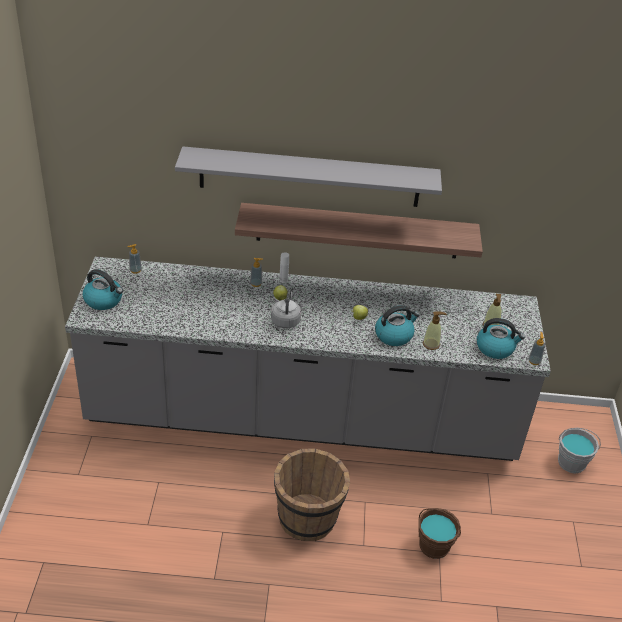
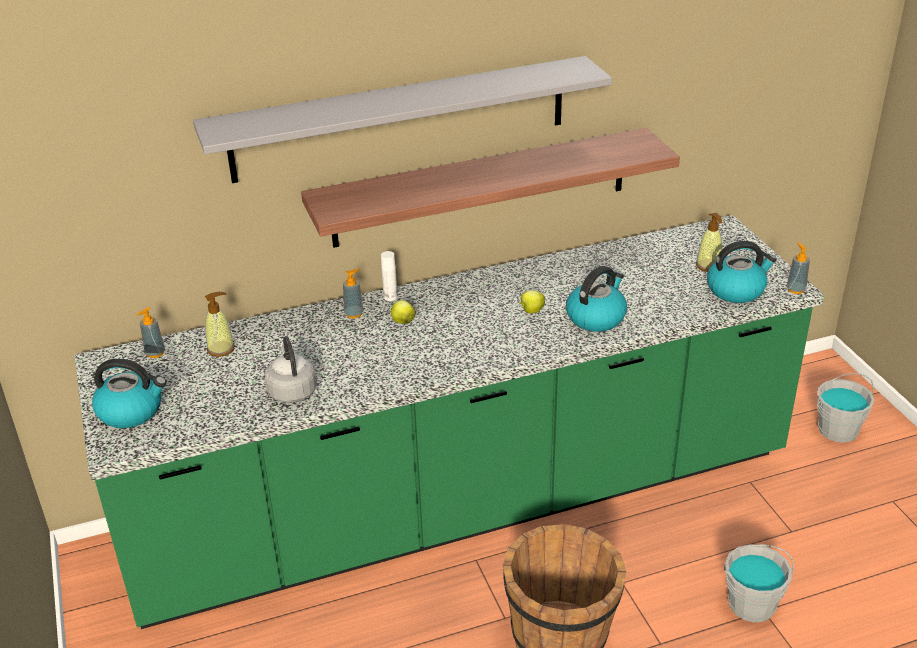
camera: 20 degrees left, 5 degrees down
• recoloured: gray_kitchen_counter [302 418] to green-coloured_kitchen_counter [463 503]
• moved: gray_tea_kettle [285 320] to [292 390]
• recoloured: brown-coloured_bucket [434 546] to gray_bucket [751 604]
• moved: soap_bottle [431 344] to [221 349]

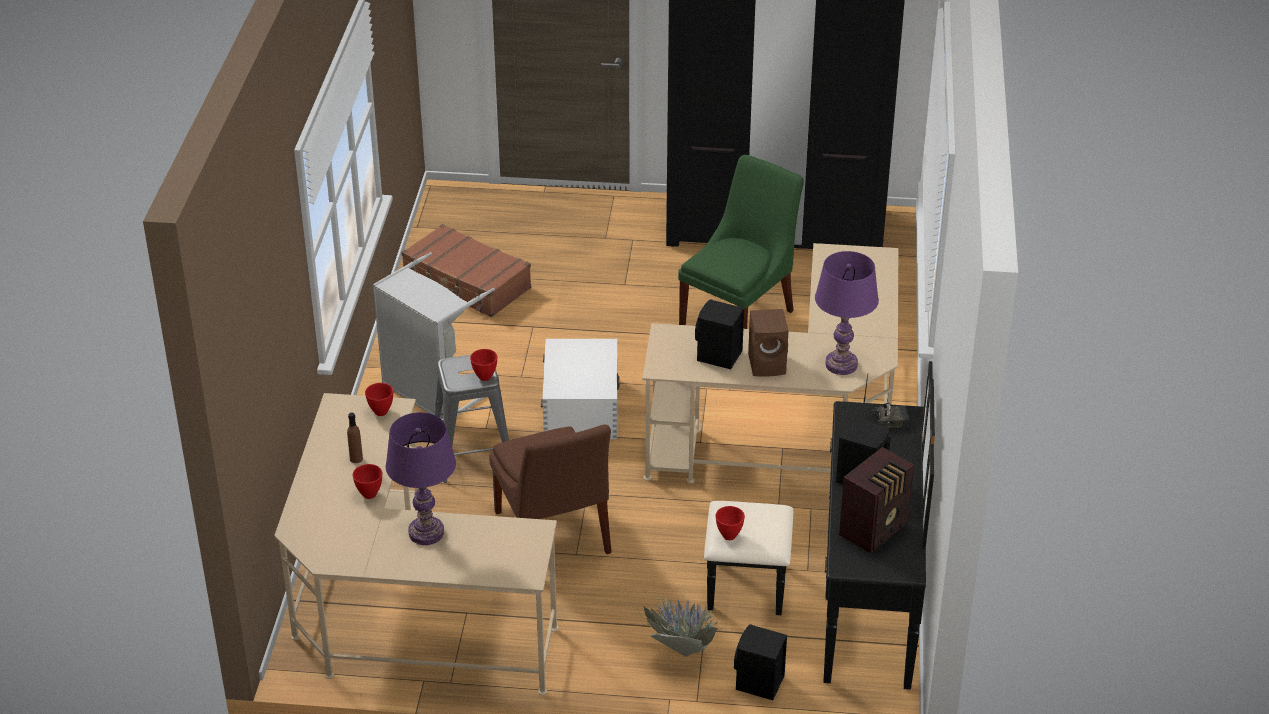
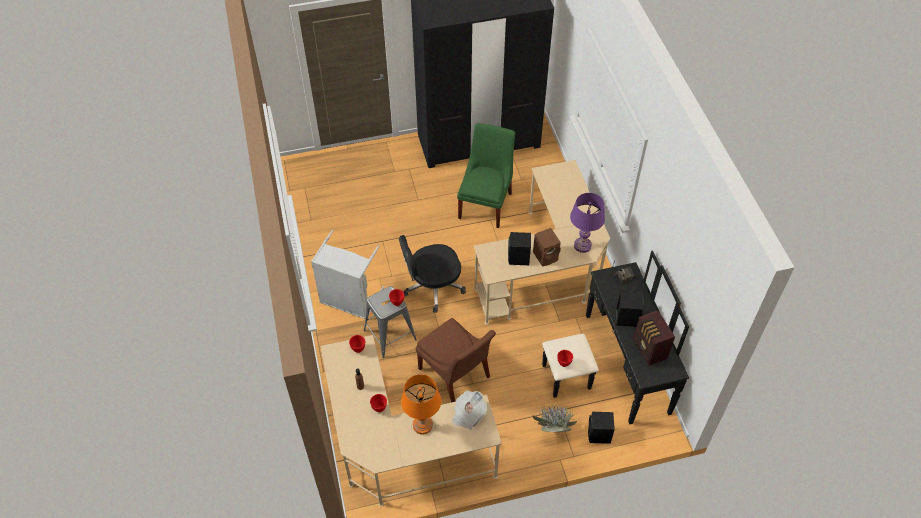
camera: 20 degrees left, 15 degrees up
• recoloured: purple_lamp_for_a_table [426 533] to orange-coloured_lamp_for_a_table [422 425]
• removed: brown-coloured_travel_case [466 283]
• replaced: white-coloured_storage_container [581 407] to blackish_office_chair [432 287]
• turned: radio_receiver [875 530] = [649 350] 135 degrees clockwise
• added: daily_paper [468 414]

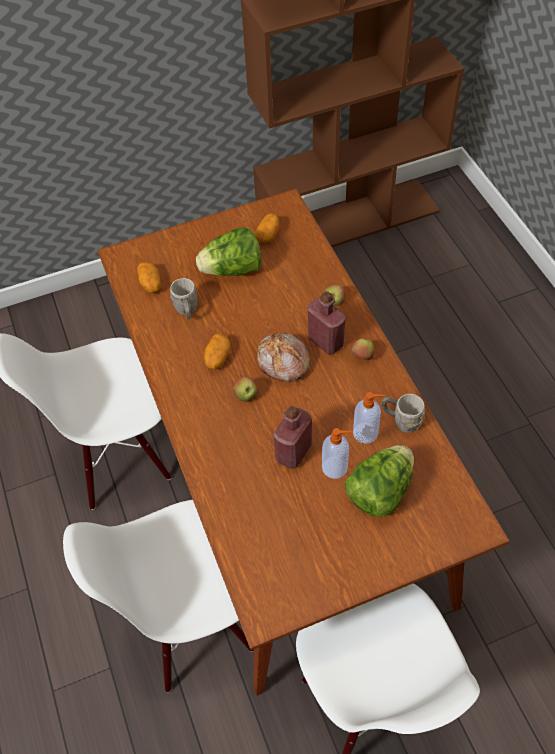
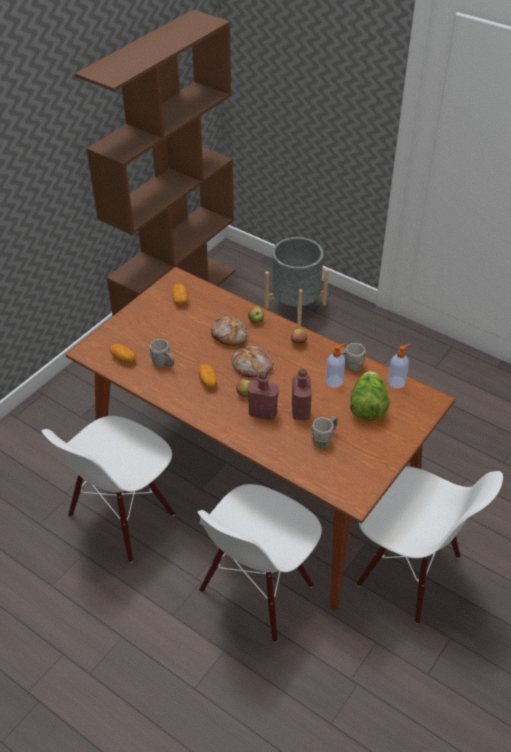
camera: 35 degrees left, 10 degrees down
• removed: lettuce [232 270]
• moved: reddish_bottle [326 341] to [262 413]
• moved: soap_bottle [335 467] to [397 382]
• added: bakery_bread [230 335]
• added: gray_planter [295 306]
• added: gray_tea_mug [324 439]

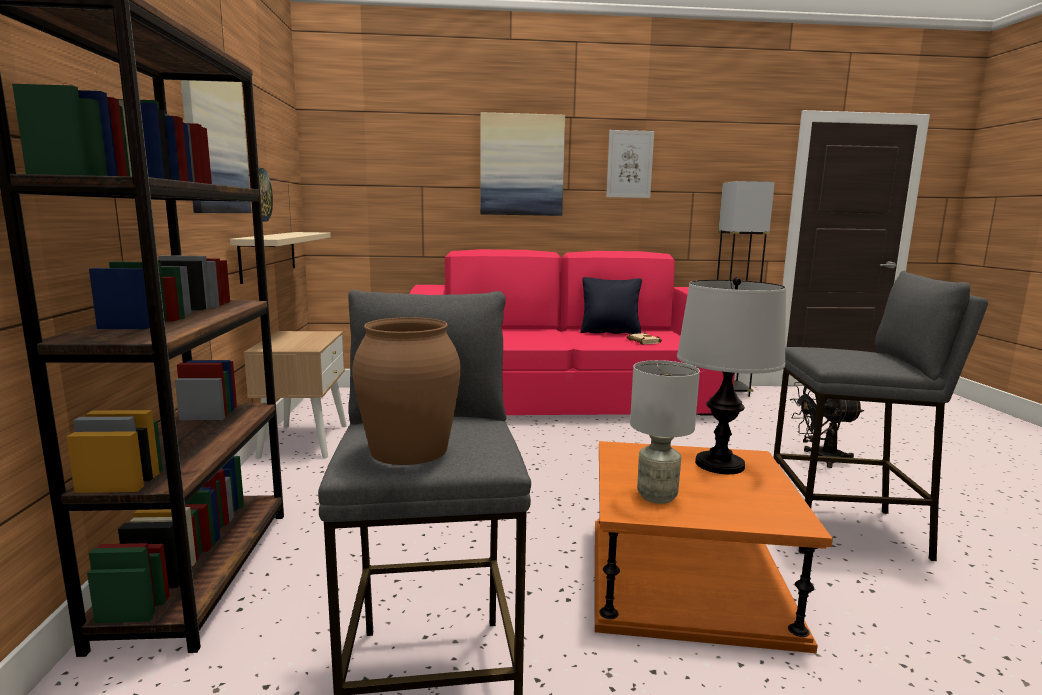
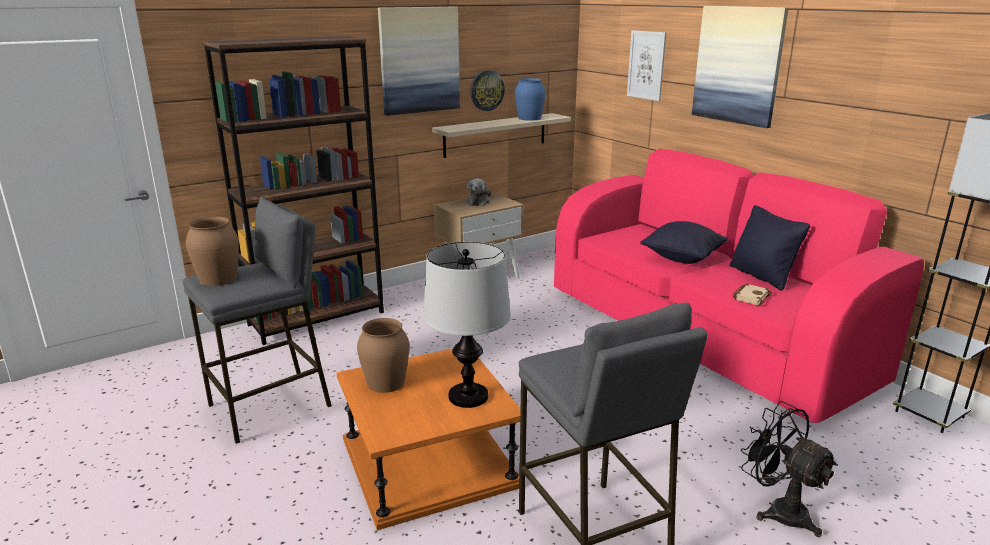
camera: 60 degrees right, 10 degrees up
• moved: wall_picture [629 164] to [646 65]
• replaced: gray_lamp_for_a_table [657 496] to brown-coloured_flower_vase [386 382]
• added: cuddly_toy [478 202]
• added: blue_flower_vase [529 118]
• added: blackish_pillow [682 258]

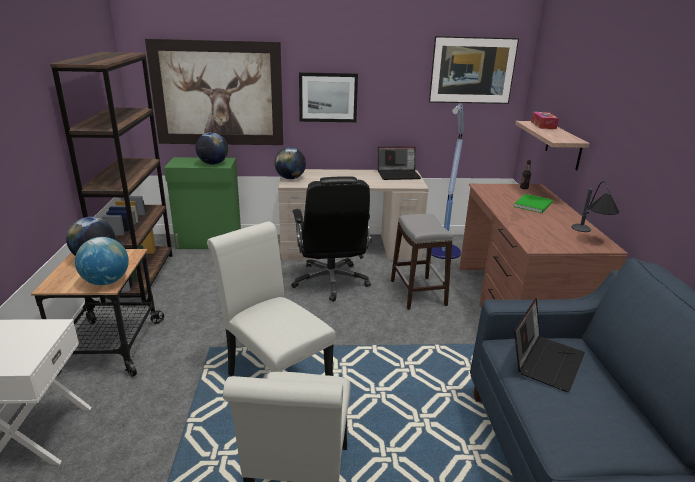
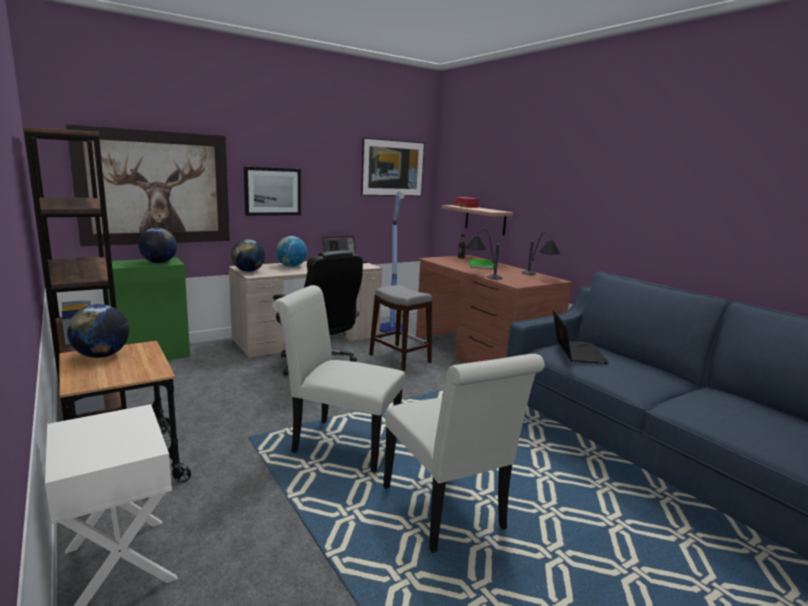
camera: 30 degrees left, 10 degrees down
• moved: desk_globe [106 282] to [291 266]
• added: lamp_for_a_table [481 275]

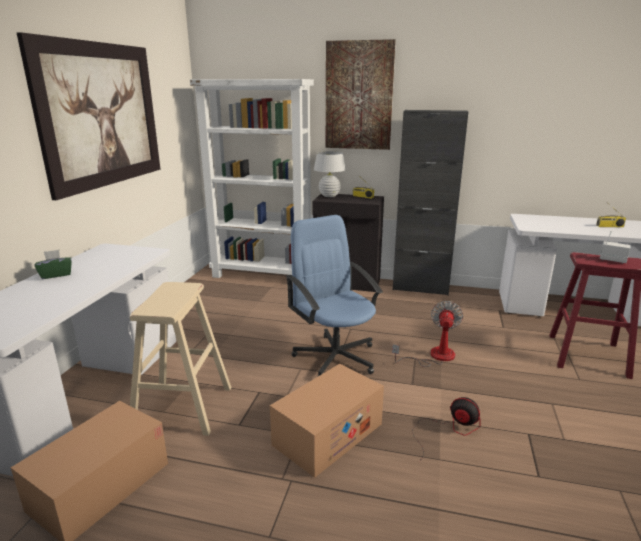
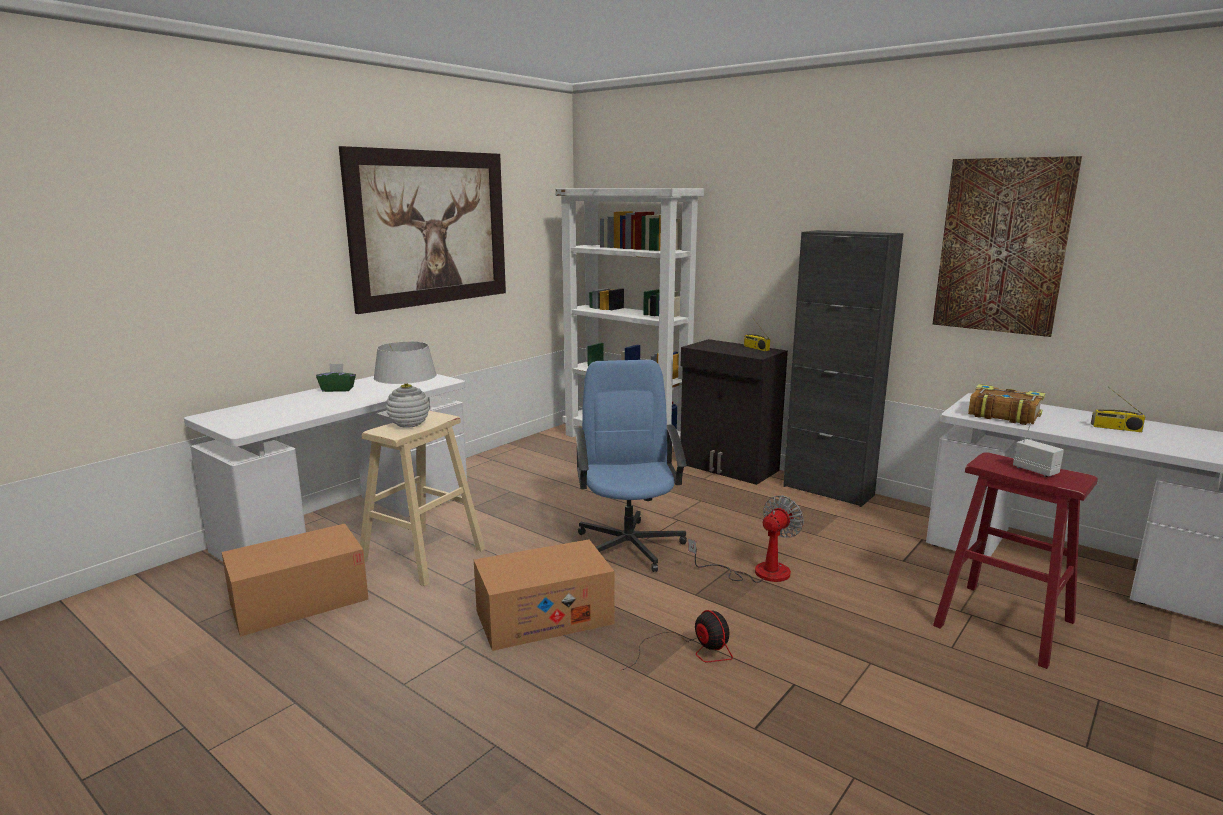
camera: 25 degrees right, 5 degrees down
• moved: white-coloured_lamp_for_a_table [329 196] to [409 424]
• moved: wall_picture [359 96] to [1002 246]
• added: book [1003 414]

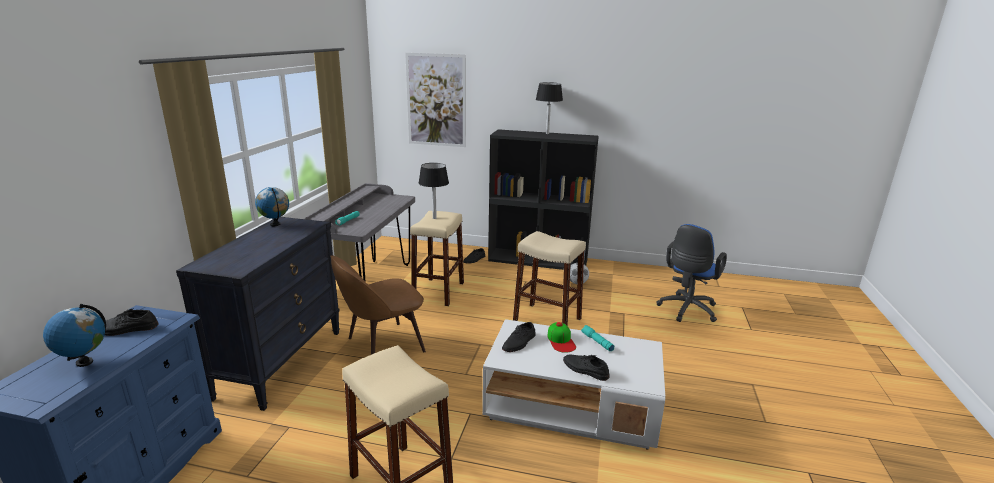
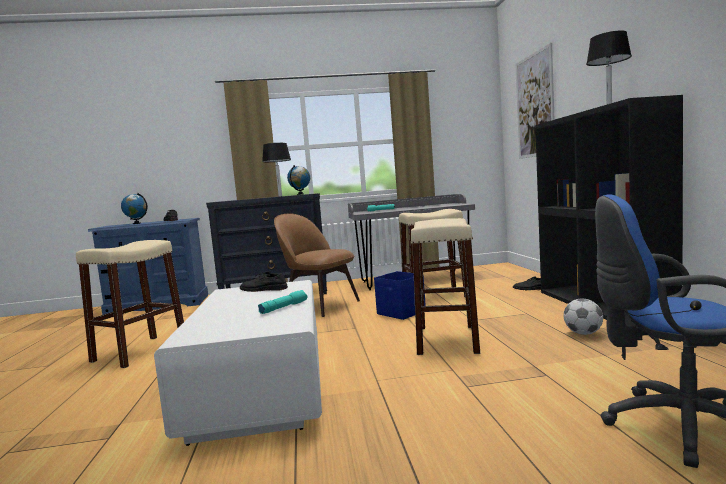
camera: 70 degrees right, 15 degrees down
• moved: blackish_lamp_for_a_table [434 218] to [280 196]
• removed: baseball_cap [561 341]
• removed: blackish_item_of_footwear [585 370]
• added: blue_storage_container [401 313]

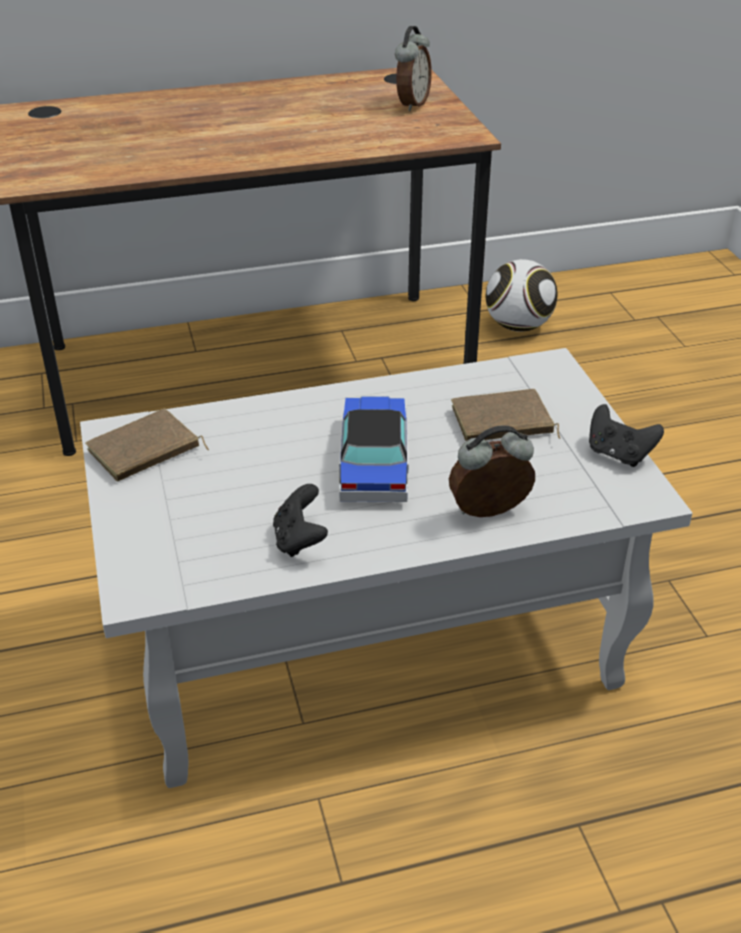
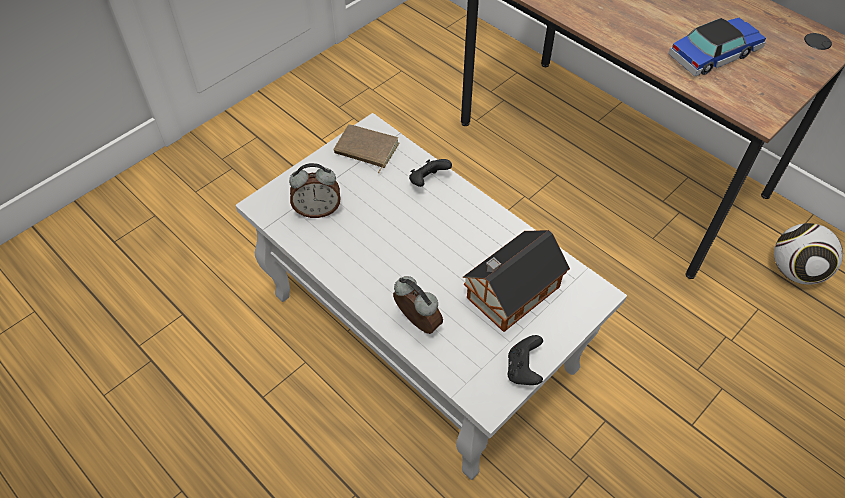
camera: 60 degrees right, 15 degrees up
• moved: blackish_joypad [299 540] to [428 181]
• moved: toy_car [374 460] to [714 54]
• moved: alarm_clock [411 104] to [318 210]
• replaced: brown-coloured_book [502 423] to miniature_house [509 294]

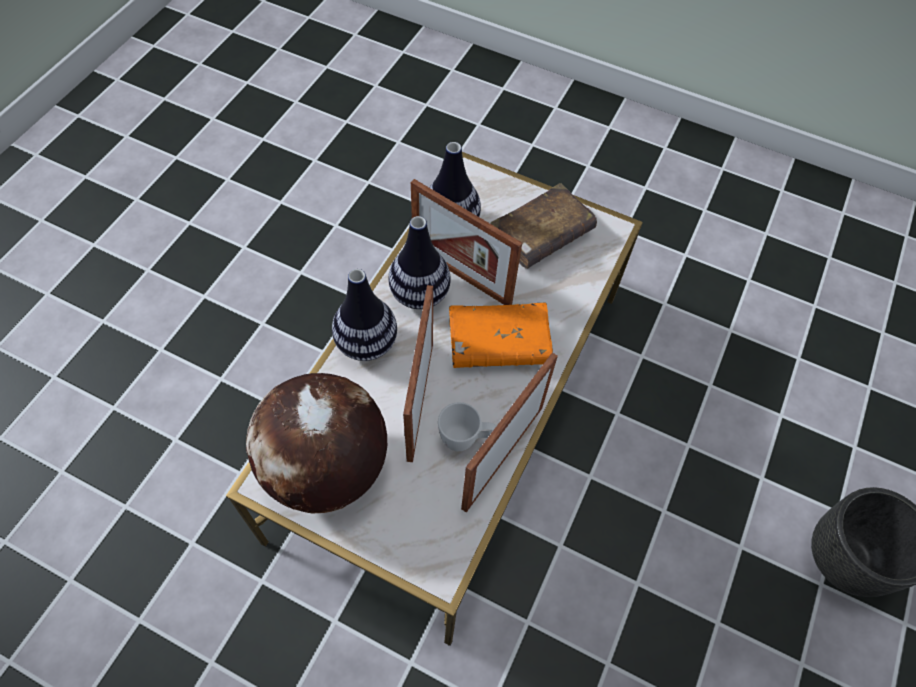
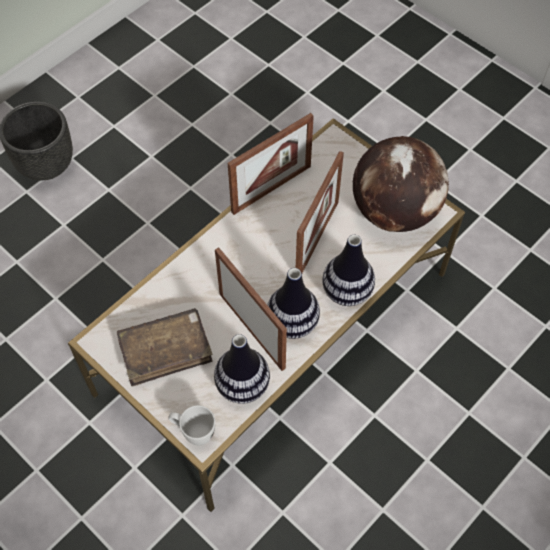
camera: 160 degrees left, 0 degrees up
• moved: white-coloured_tea_mug [466 439] to [193 432]
• removed: orange-coloured_book [498 344]

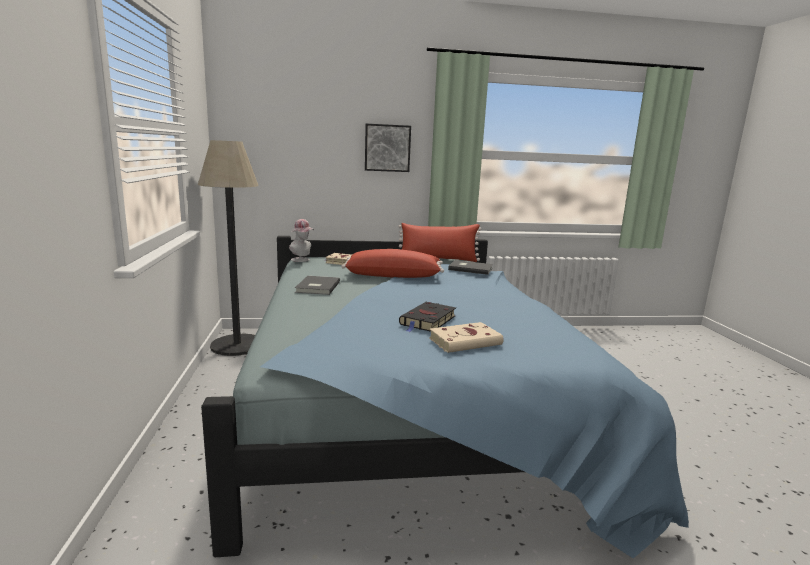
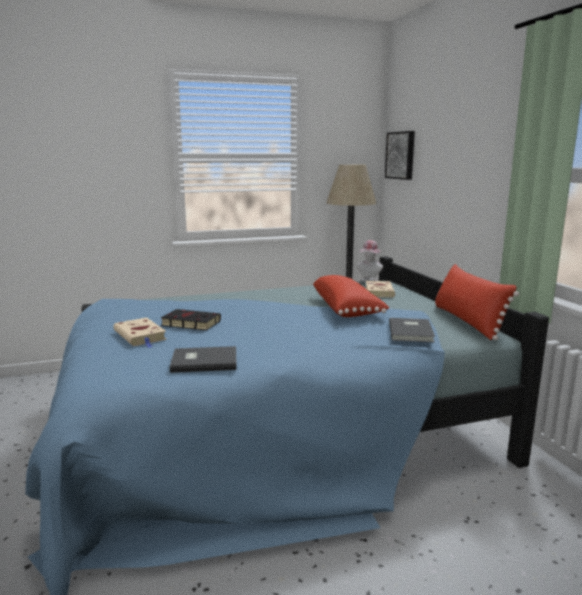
camera: 80 degrees right, 0 degrees up
• moved: gray_book [316 287] to [203 361]
• moved: wall_picture [387 148] to [401 155]

